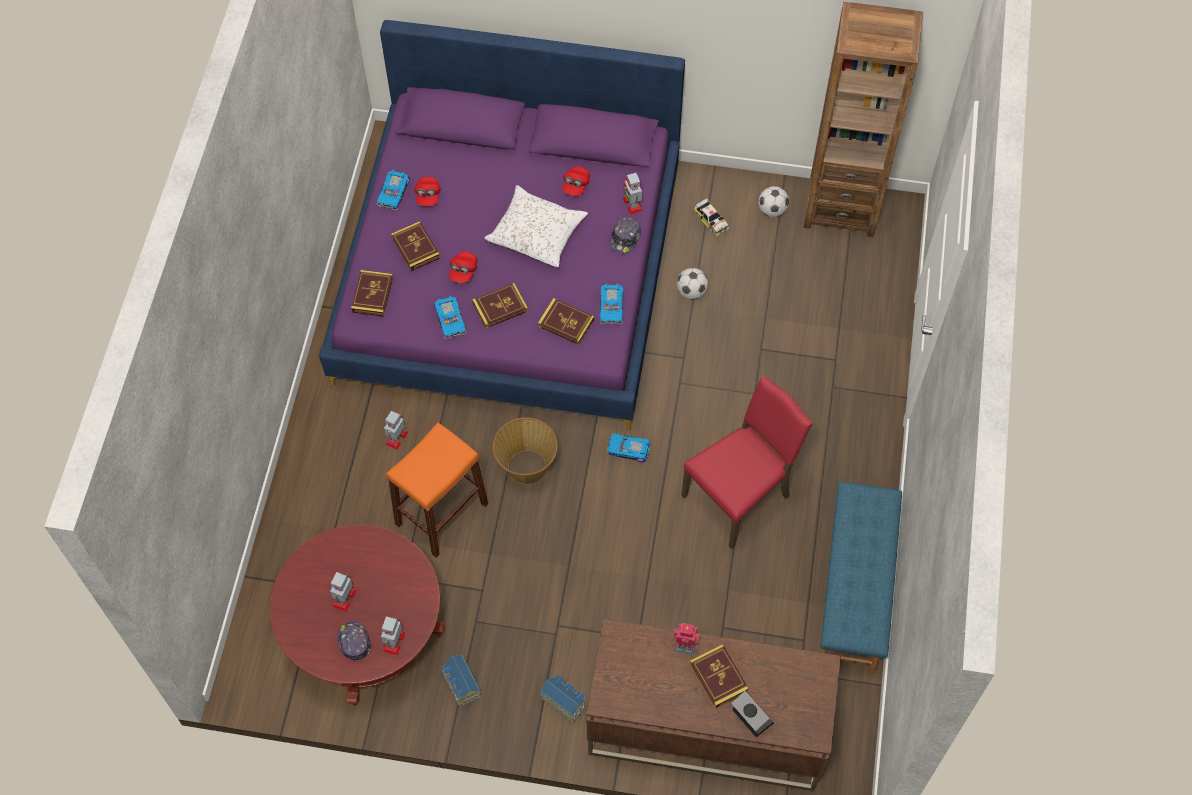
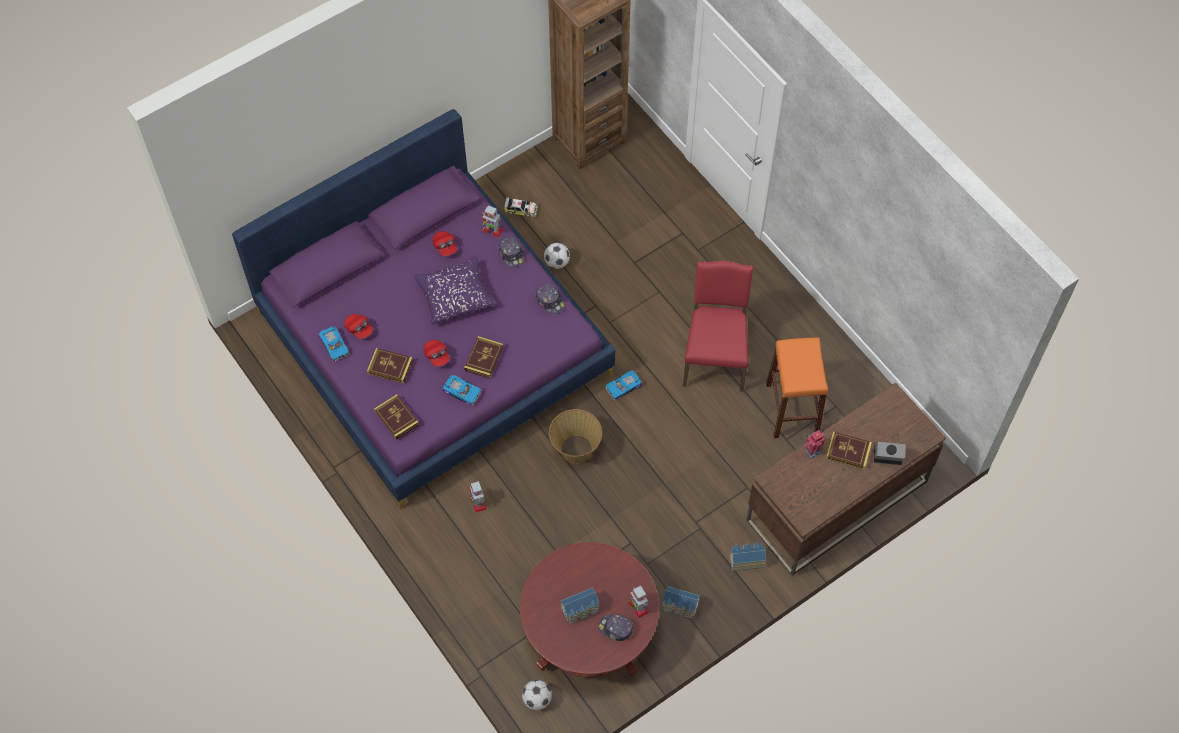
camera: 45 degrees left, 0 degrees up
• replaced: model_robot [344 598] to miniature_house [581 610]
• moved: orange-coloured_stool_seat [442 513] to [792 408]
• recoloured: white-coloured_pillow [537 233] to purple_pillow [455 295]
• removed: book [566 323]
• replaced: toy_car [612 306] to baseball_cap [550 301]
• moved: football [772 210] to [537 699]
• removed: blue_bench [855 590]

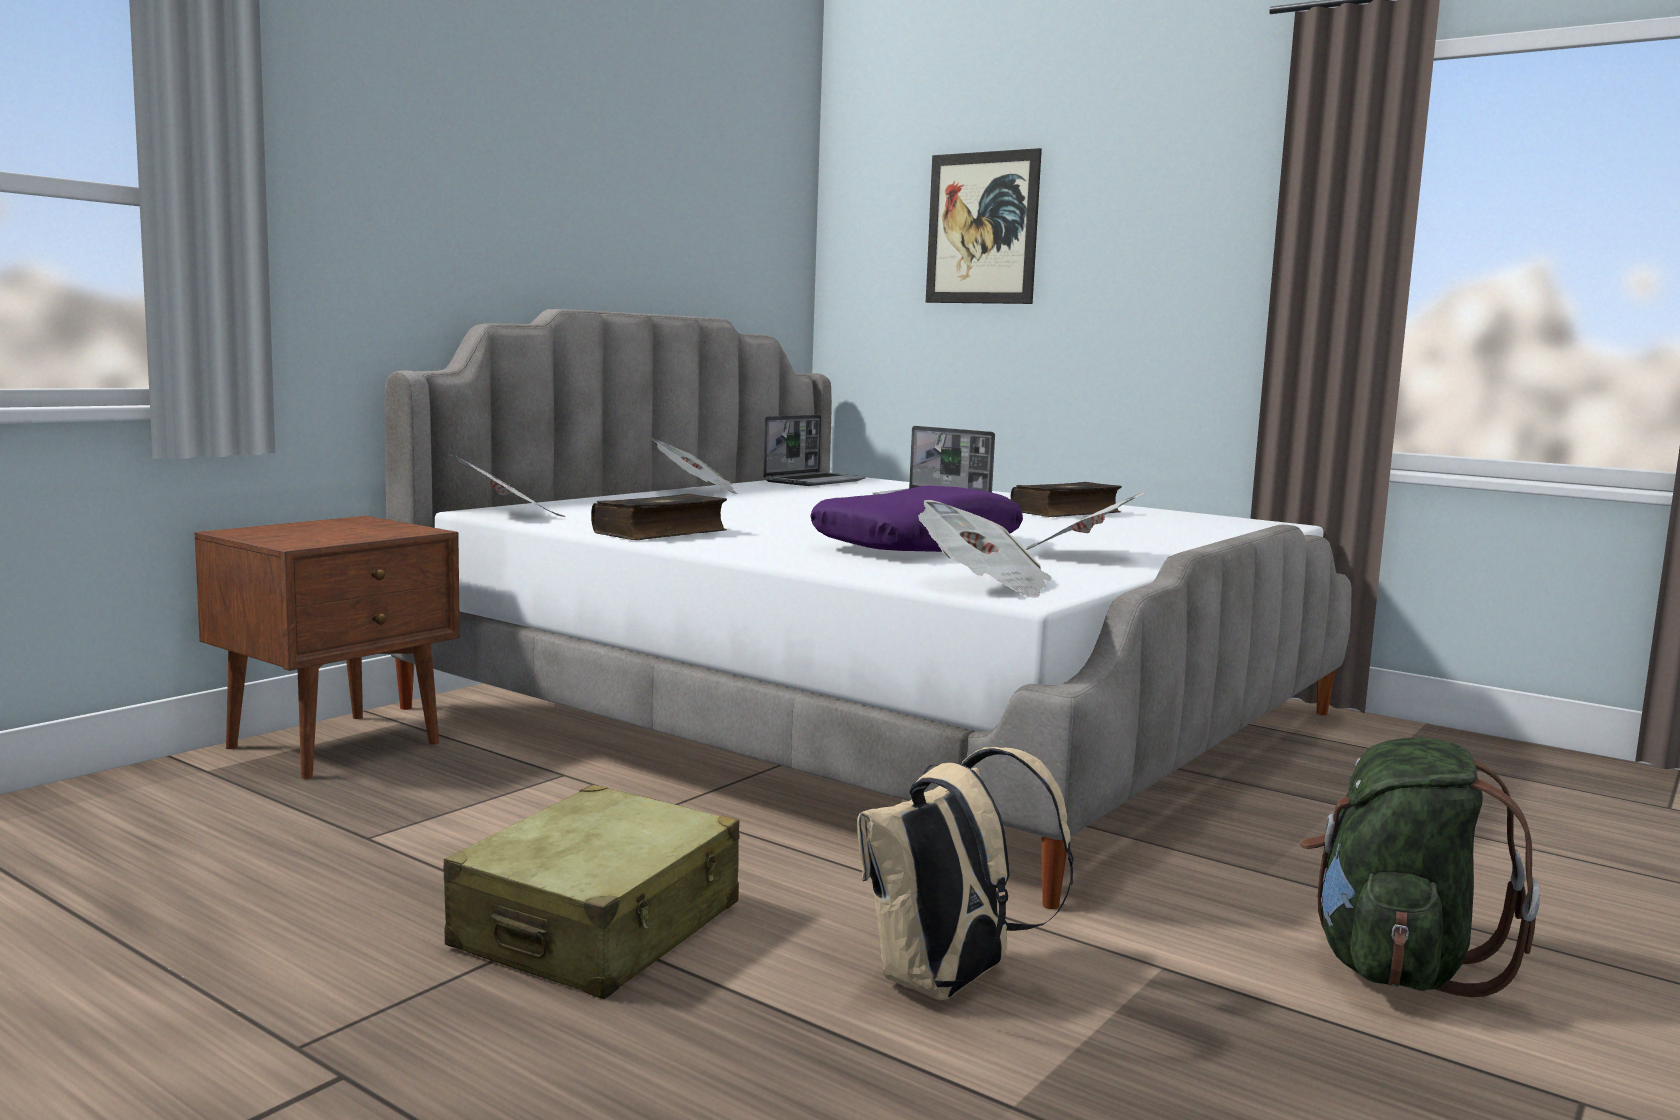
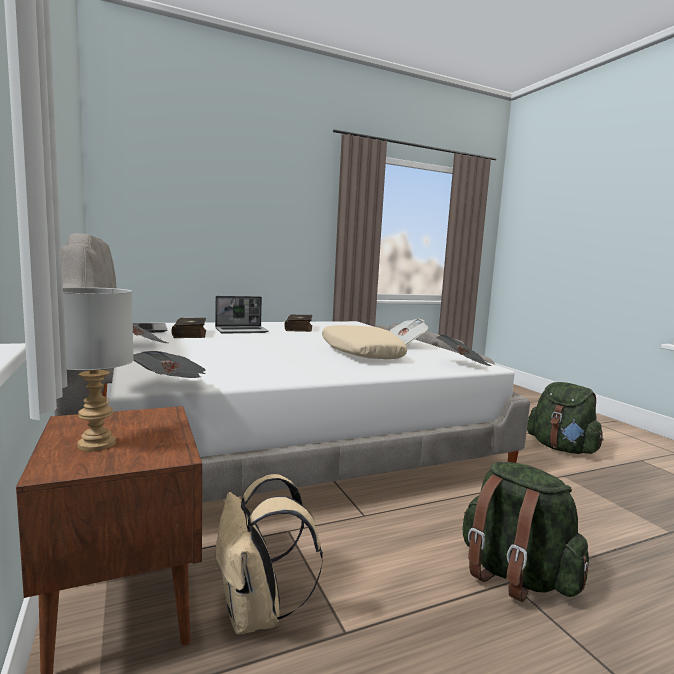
camera: 60 degrees left, 0 degrees up
• replaced: beige-coloured_travel_case [599 927] to green-coloured_knapsack [515 575]
• moved: book [661 533] to [190 334]
• recoloured: purple_pillow [917 544] to beige-coloured_pillow [360 353]
• moved: beige-coloured_knapsack [947 984] to [257 613]
• removed: wall_picture [982 228]
• added: gray_lamp_for_a_table [96 444]

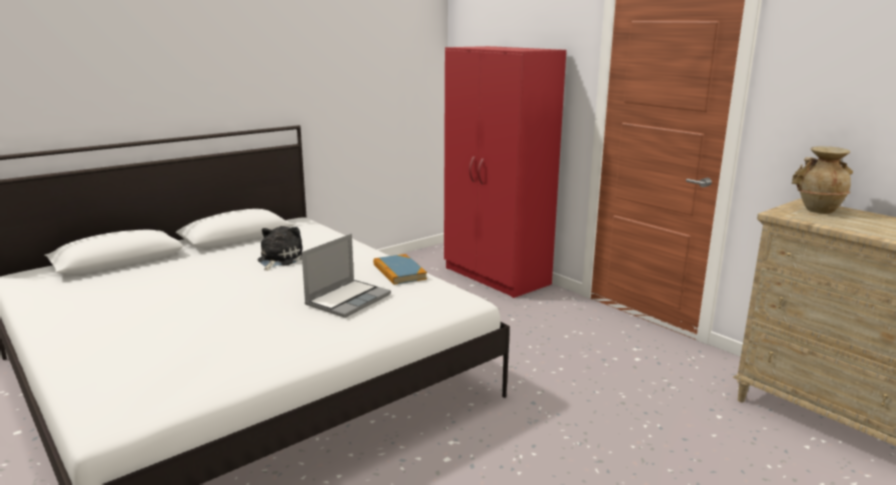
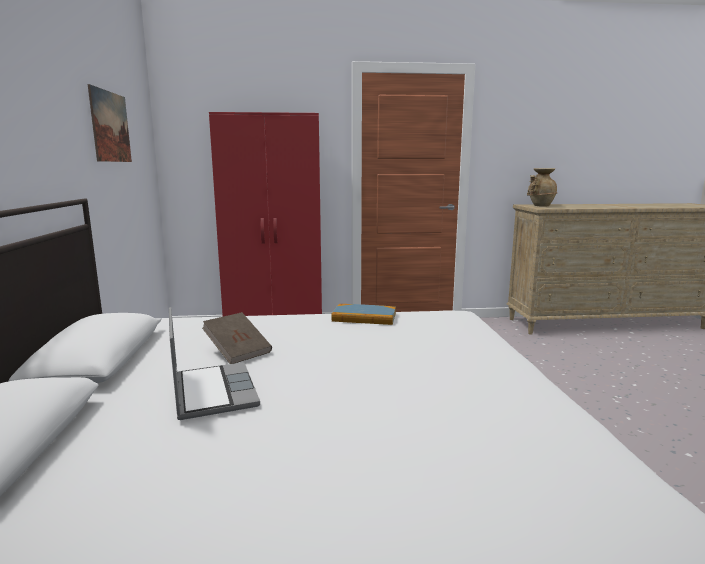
camera: 55 degrees left, 5 degrees down
• replaced: cuddly_toy [279 259] to brown-coloured_book [238 351]
• moved: laptop [348 299] to [212 391]
• added: wall_picture [110 127]

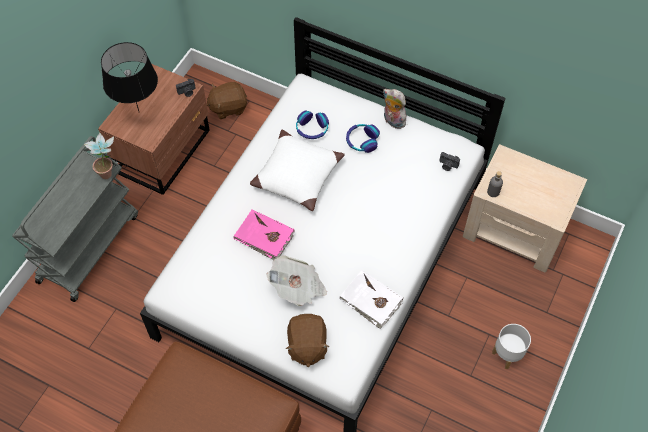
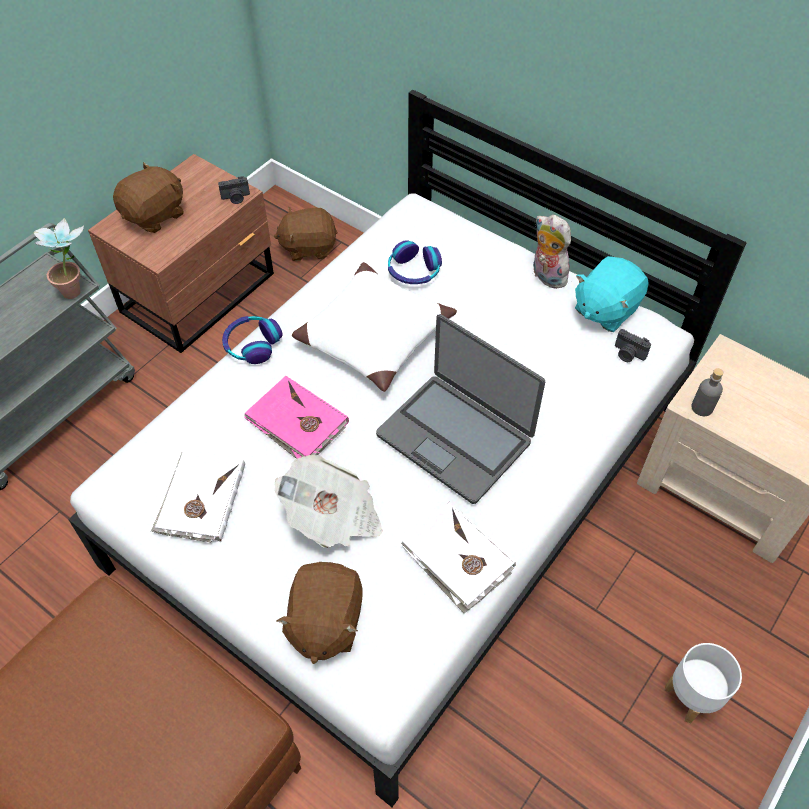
camera: 10 degrees right, 5 degrees down
• replaced: blackish_lamp_for_a_table [138 112] to brown-coloured_cuddly_toy [155 215]
• moved: headphones [362 141] to [252 344]
• added: white-coloured_book [200 499]
• added: laptop [455 437]
• added: turquoise-coloured_cuddly_toy [605 309]

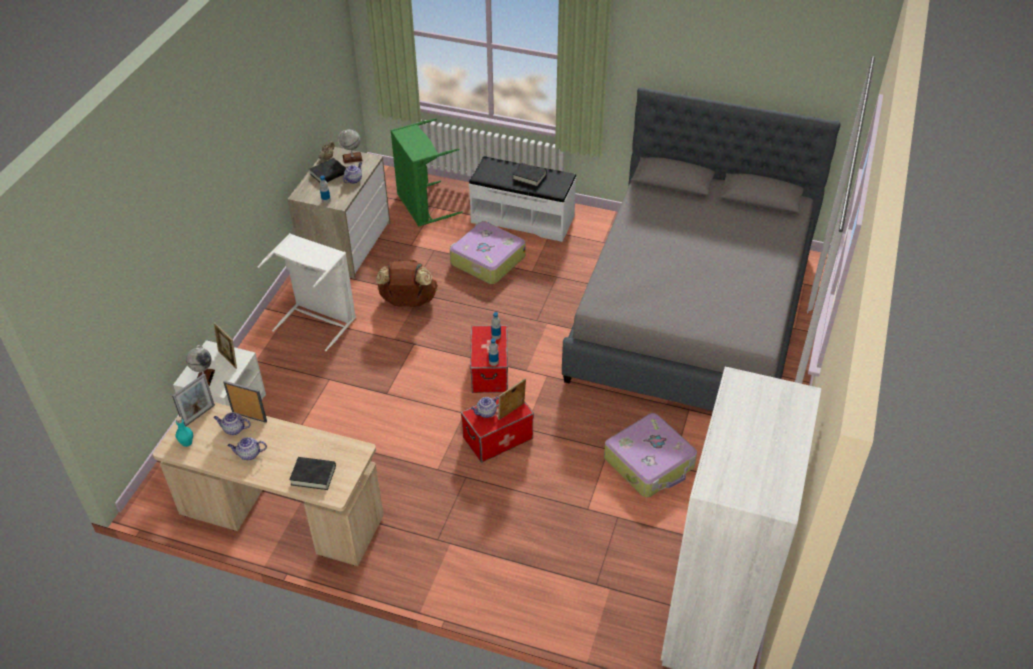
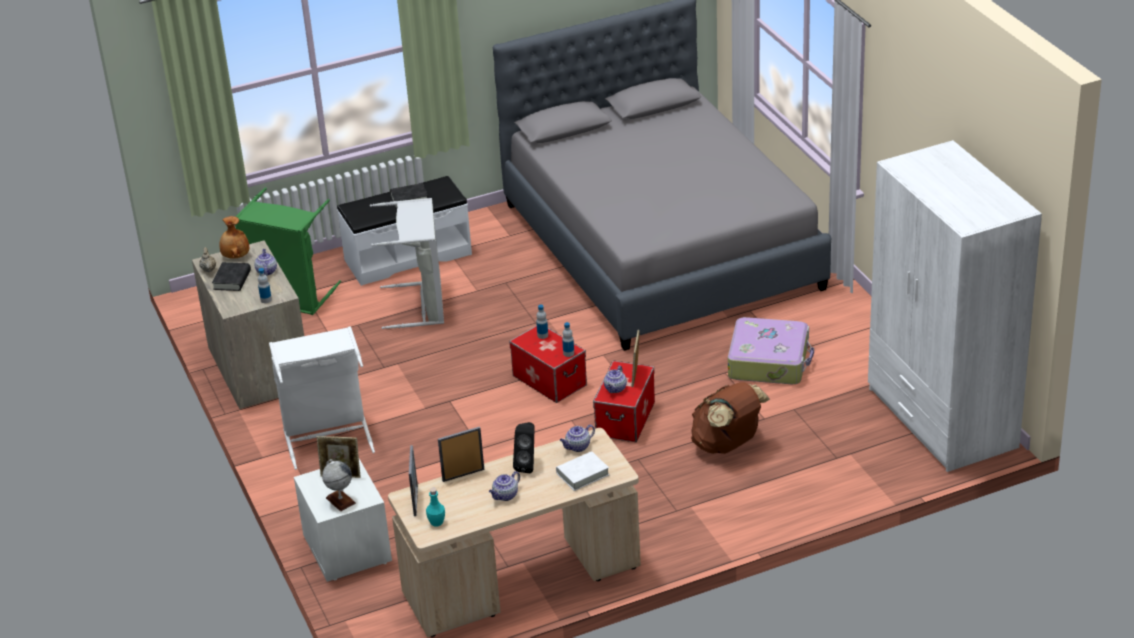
camera: 40 degrees left, 10 degrees down
• moved: pot_for_tea [233 429] to [577 447]
• recoloured: blackish_book [313 475] to white-coloured_book [582 474]
• replaced: desk_globe [352 158] to brown-coloured_flower_vase [235 256]
• moved: brown-coloured_knapsack [408 302] to [727 445]
• replaced: travel_case [487 260] to gray_hamper [422 305]
• added: blackish_loudspeaker [528 465]

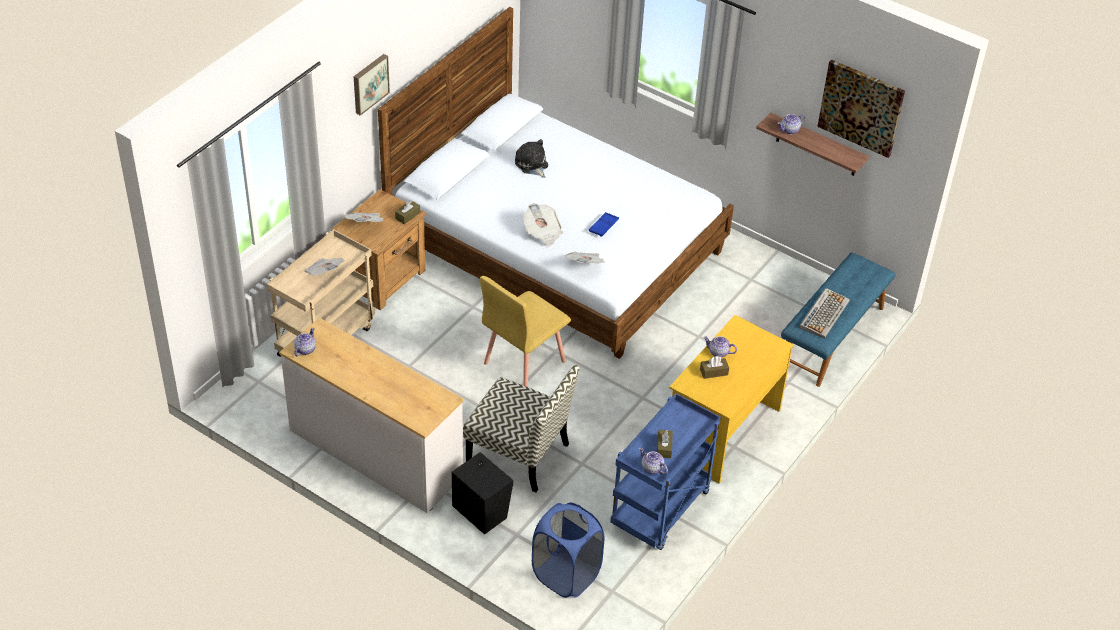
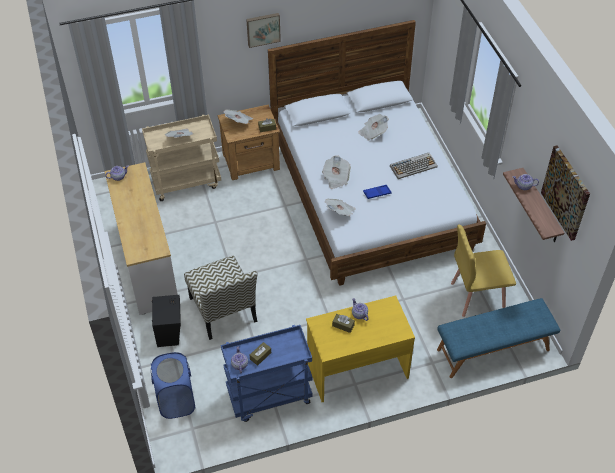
camera: 40 degrees right, 5 degrees up
• moved: yellowish_upright_chair [523 362] to [477 296]
• replaced: cuddly_toy [532 165] to daily_paper [373 132]
• moved: computer_keyboard [824 313] to [413 166]

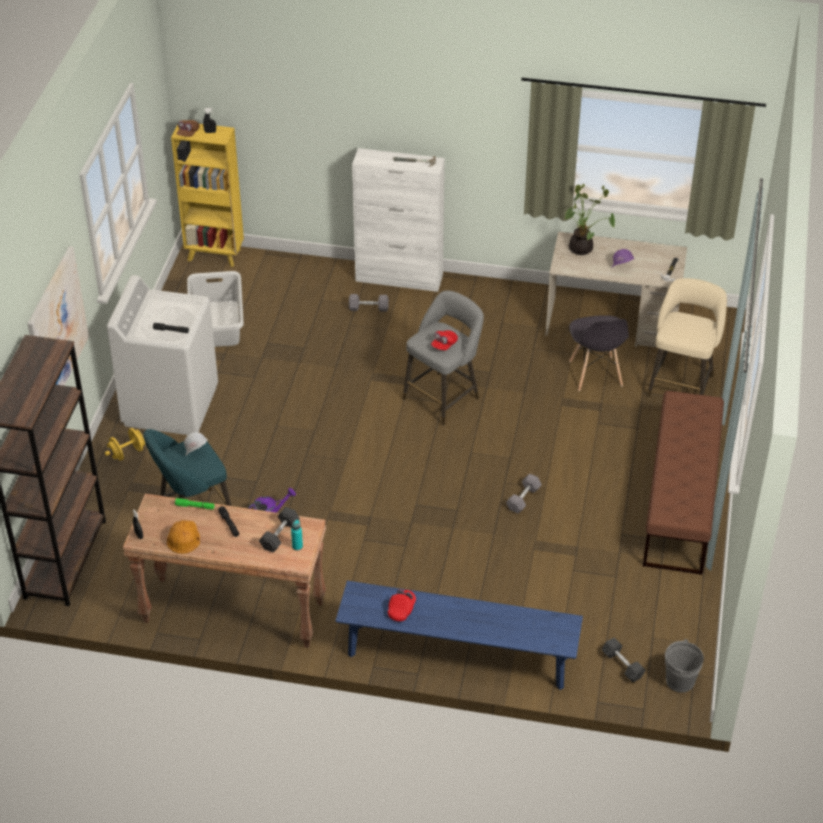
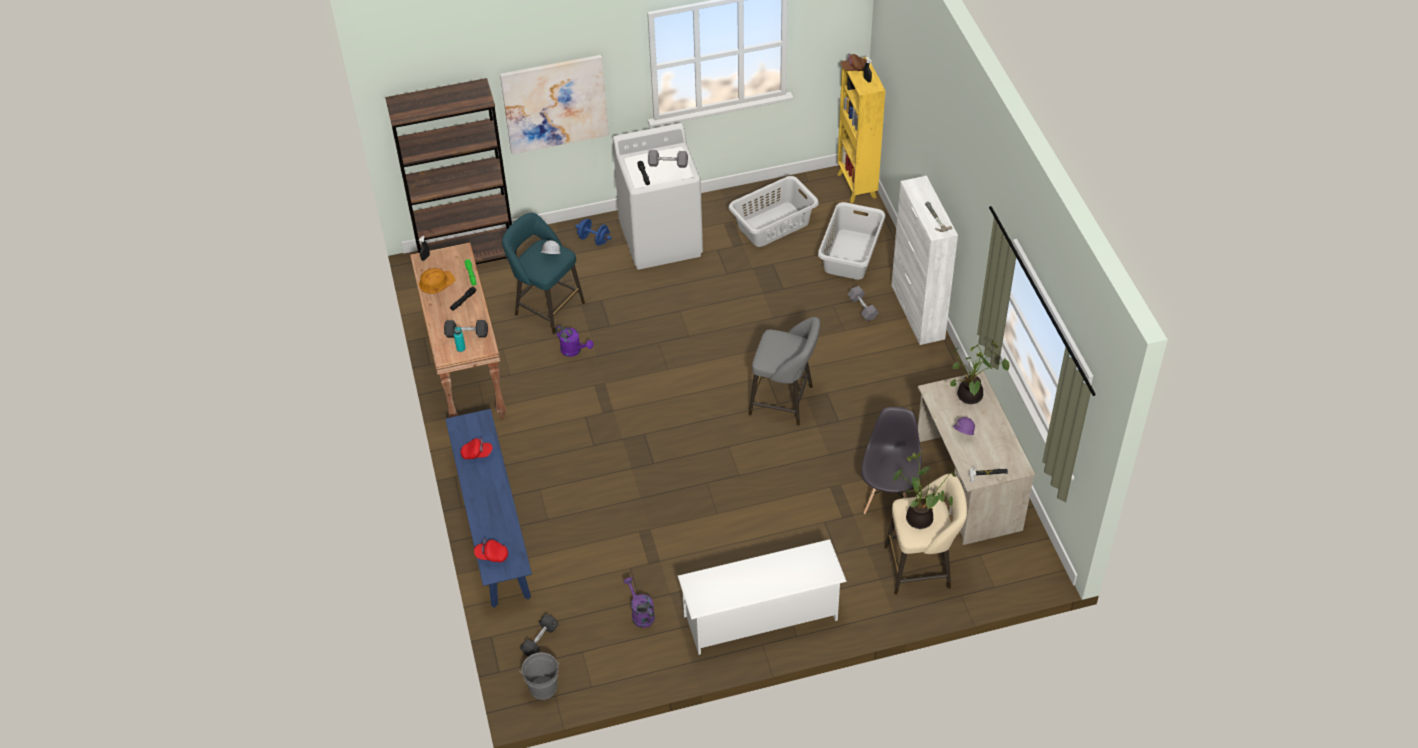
camera: 65 degrees right, 5 degrees up
• recoloured: yellowish_free_weight [127 453] to blue_free_weight [594 239]
• moved: reddish_baseball_cap [444 345] to [491 555]
• moved: gray_free_weight [523 499] to [668 164]
• turned: gray_upright_chair [595 374] = [889 497] 135 degrees clockwise
• replaced: brown-coloured_bench [680 501] to white-coloured_shoe_stand [761 617]
• added: purple_sprinkling_can [640 614]
• added: gray_hamper [851 254]
• added: houseplant [921 517]

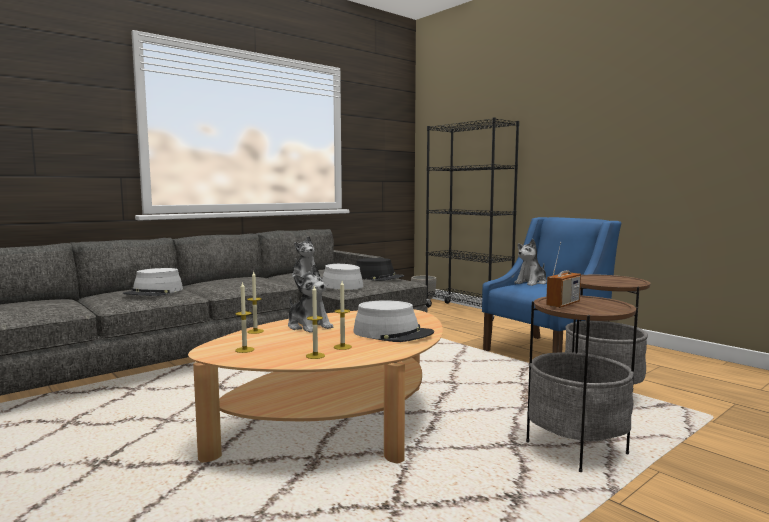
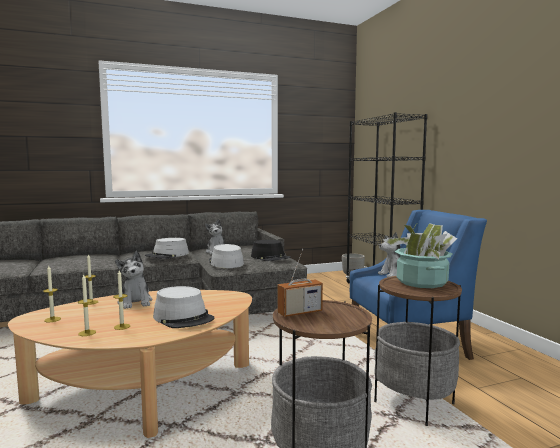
camera: 20 degrees right, 0 degrees up
• moved: gray_hat [154 292] to [167 255]
• added: houseplant [422 282]

